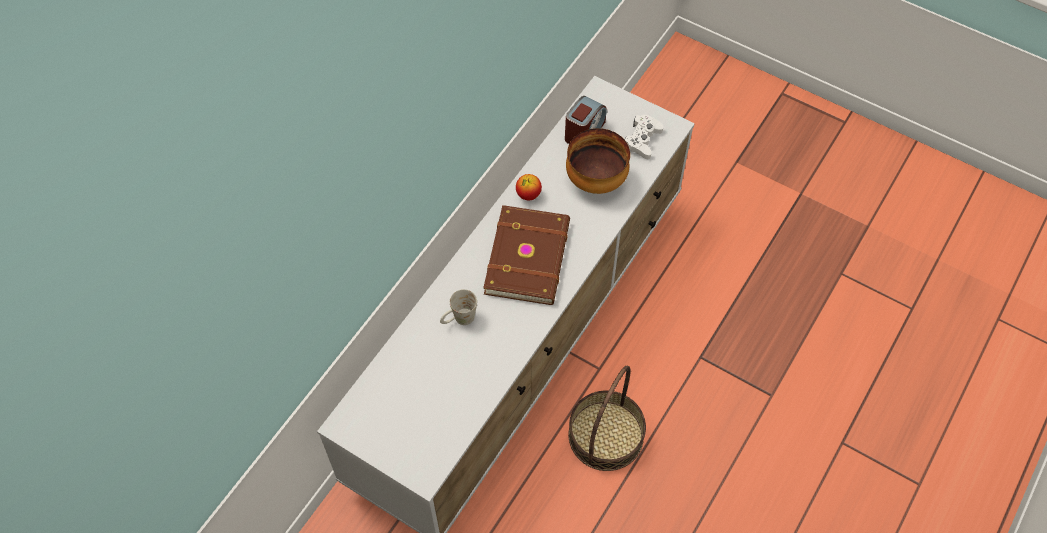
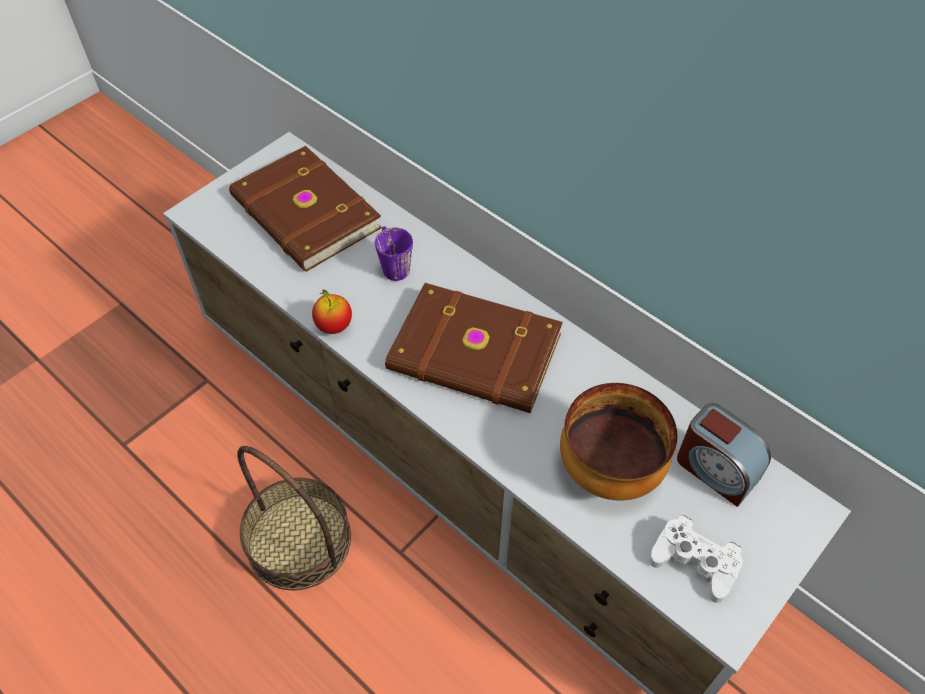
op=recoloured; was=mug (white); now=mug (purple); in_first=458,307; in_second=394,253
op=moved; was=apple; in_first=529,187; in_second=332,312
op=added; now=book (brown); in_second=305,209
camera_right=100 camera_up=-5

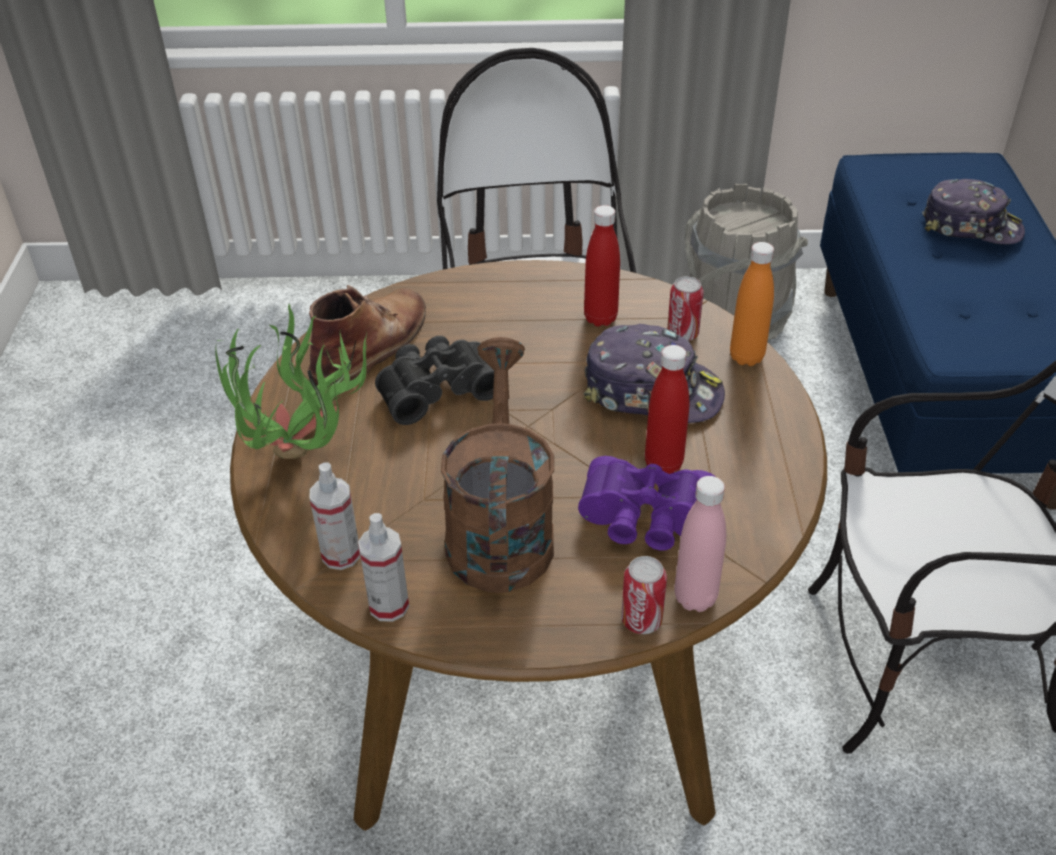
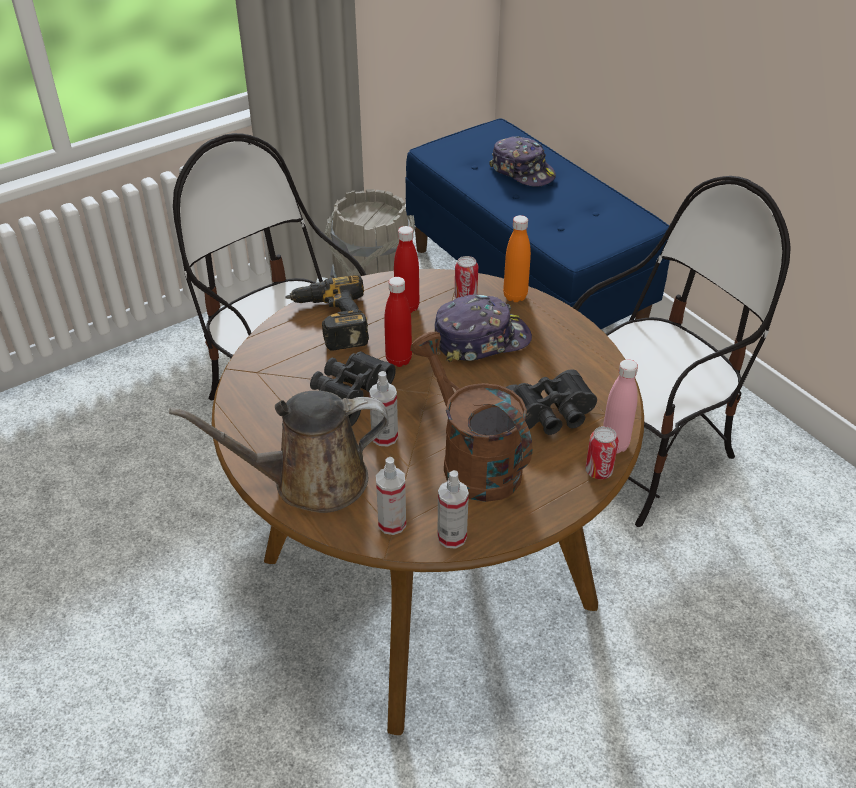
op=replaced; was=potted plant; now=watering can (brown); in_first=291,381; in_second=279,452
op=removed; was=boot (brown); in_first=367,336
op=recoloured; was=binoculars (purple); now=binoculars (black); in_first=647,503; in_second=551,402
op=moved; was=bottle (red); in_first=667,409; in_second=398,322
op=turned; was=cap; in_first=973,212; in_second=522,161; clockwise=60
op=added; now=power drill; in_second=327,312
op=added; now=spray bottle; in_second=383,408
camera_right=-35 camera_up=0

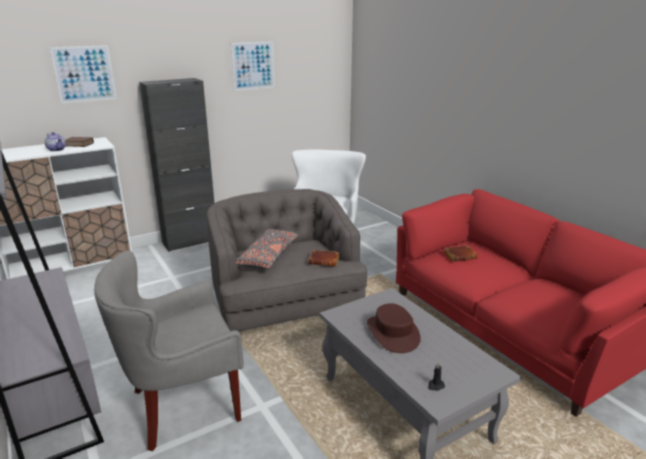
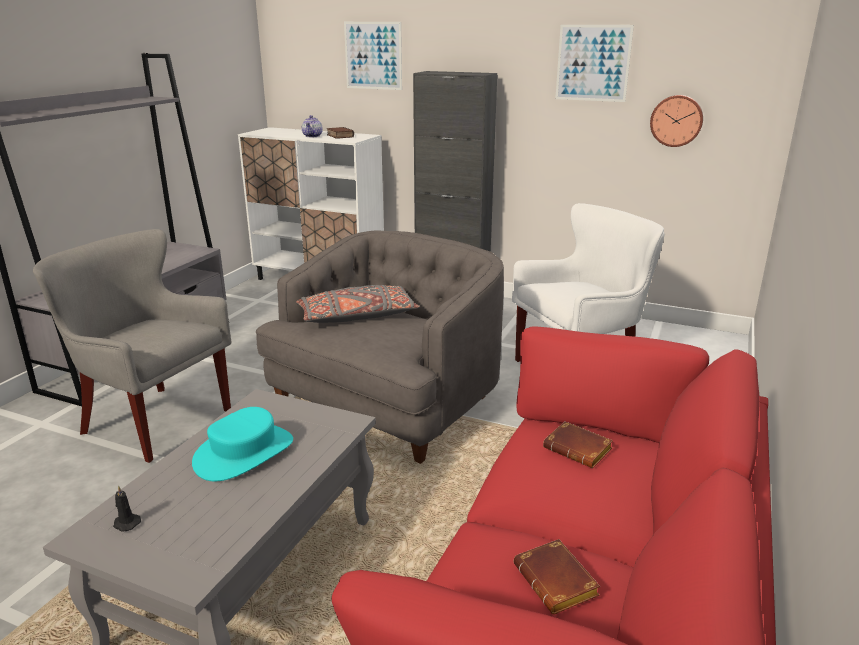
op=moved; was=book (brown); in_first=324,258; in_second=557,576
op=recoloured; was=hat (brown); now=hat (turquoise); in_first=394,328; in_second=242,444
op=added; now=wall clock; in_second=676,121
camera_right=55 camera_up=0

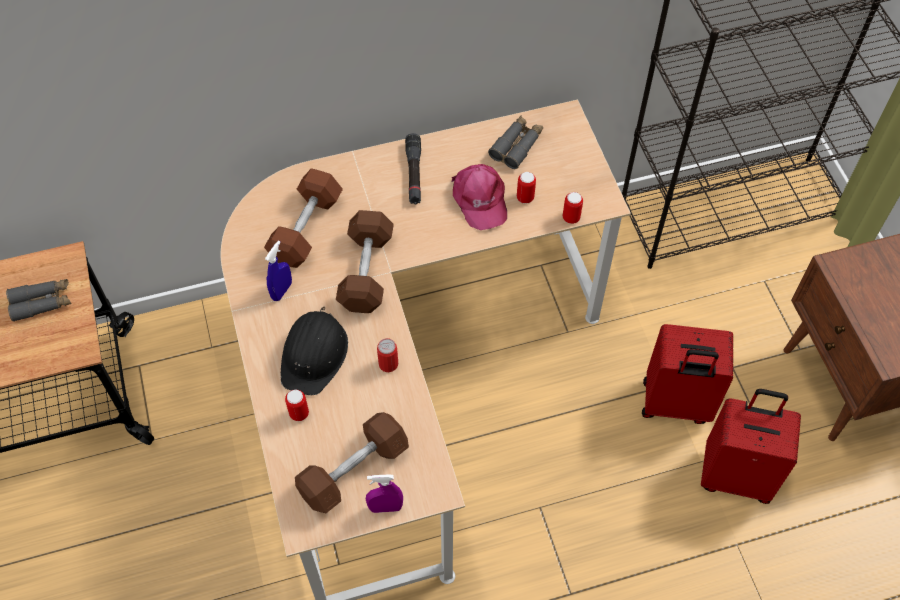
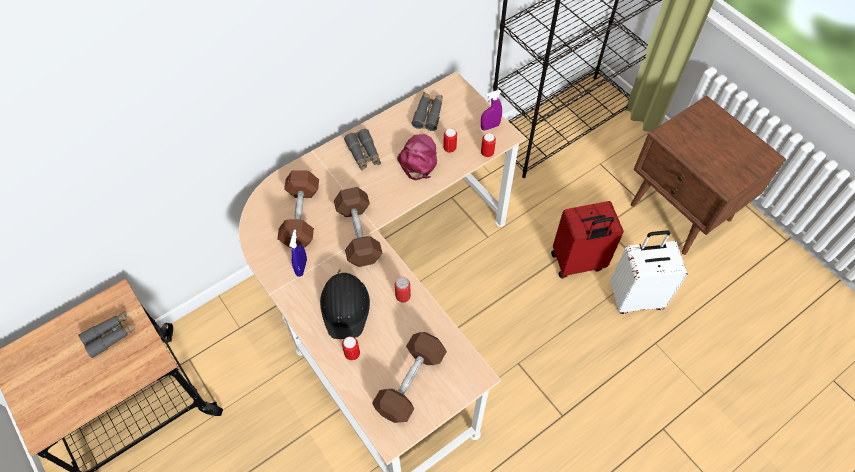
op=moved; was=spray bottle (purple); in_first=384,494; in_second=491,110
op=replaced; was=flashlight (black); now=binoculars (grey); in_first=413,168; in_second=362,150
op=turned; was=cap (pink); in_first=479,197; in_second=417,157; clockwise=-135
op=recoloured; was=suitcase (red); now=suitcase (white); in_first=751,446; in_second=649,272
camera_right=-20 camera_up=0

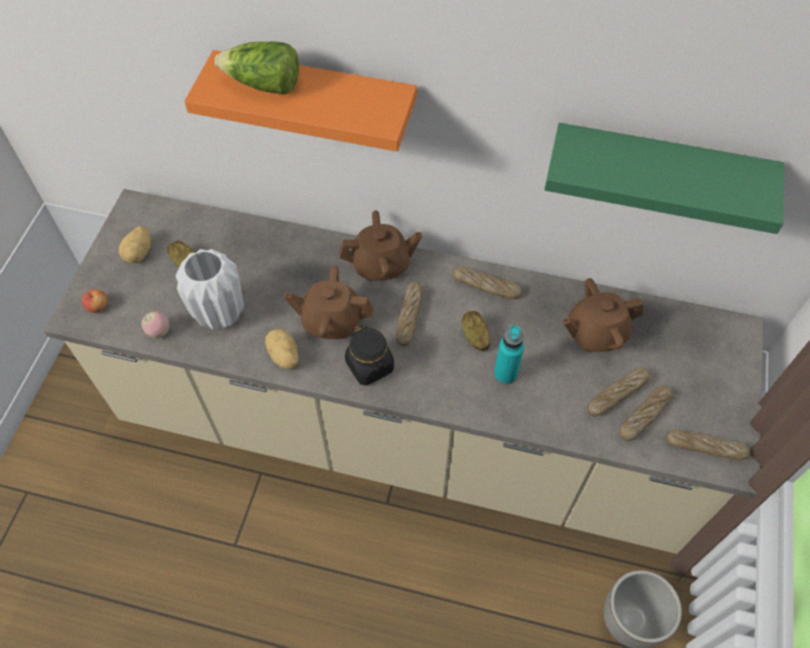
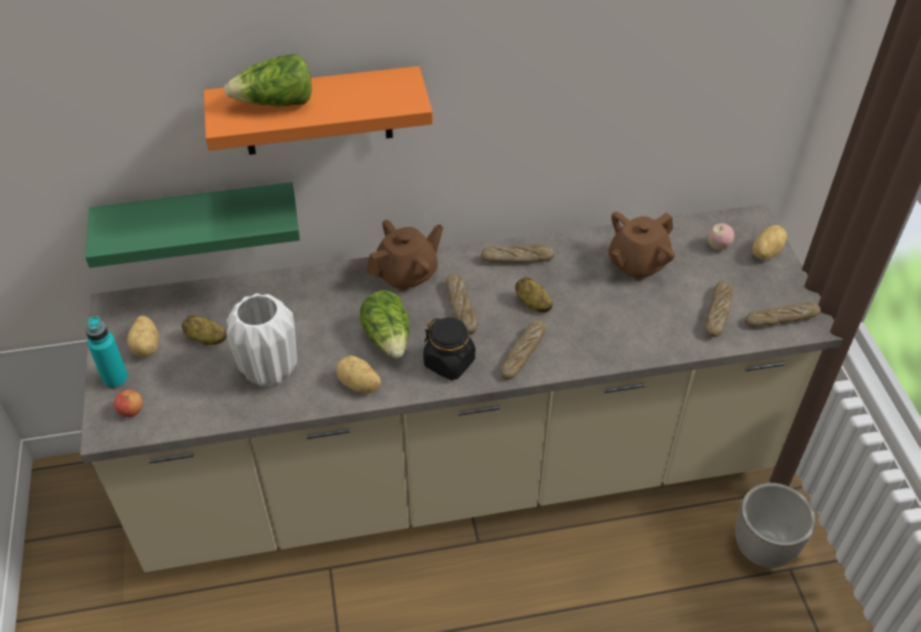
op=moved; was=apple; in_first=155,325; in_second=721,236
op=replaced; was=teapot (brown); now=lettuce; in_first=328,302; in_second=384,324
op=moved; was=bottle (turquoise); in_first=509,354; in_second=107,352
op=moved; was=shelf (green); in_first=664,178; in_second=192,225
op=moved; was=bread; in_first=618,391; in_second=523,350
op=added; now=potato; in_second=769,242
camera_right=-25 camera_up=-10

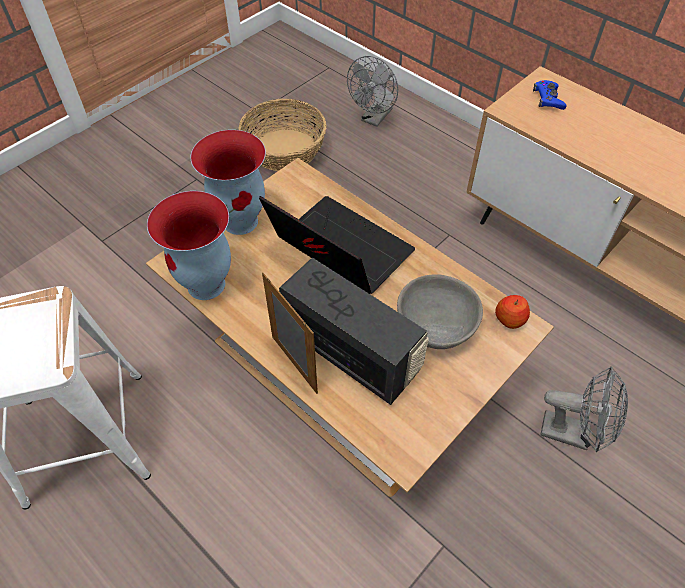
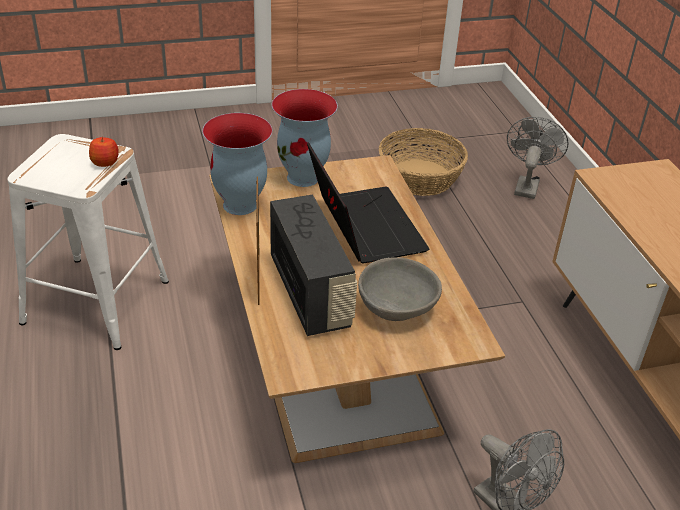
op=turned; was=fan (grey); in_first=372,91; in_second=537,158; clockwise=135
op=moved; was=apple; in_first=512,312; in_second=104,152
op=removed; was=game controller (blue); in_first=550,95
camera_right=30 camera_up=-15

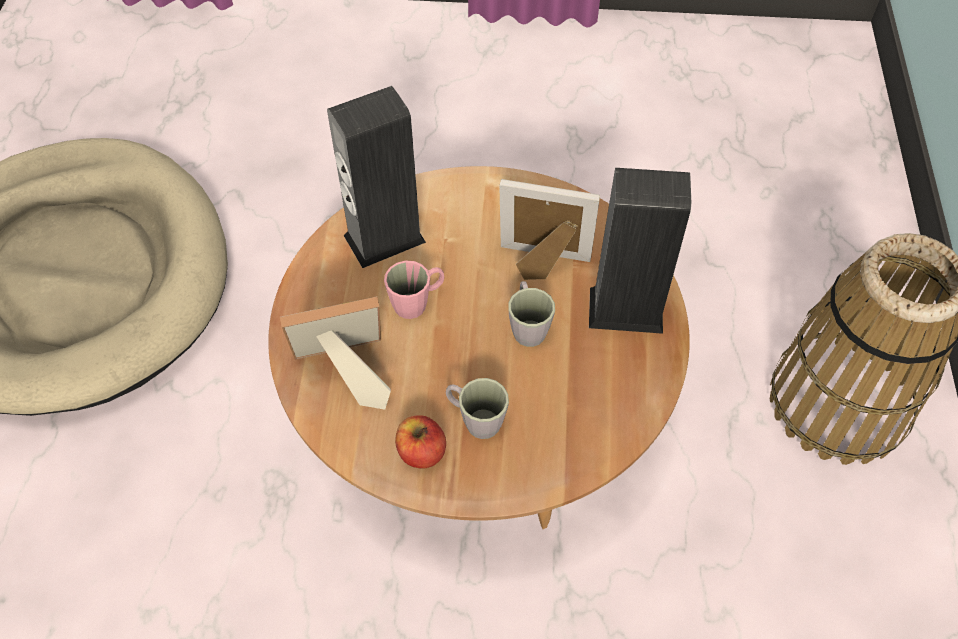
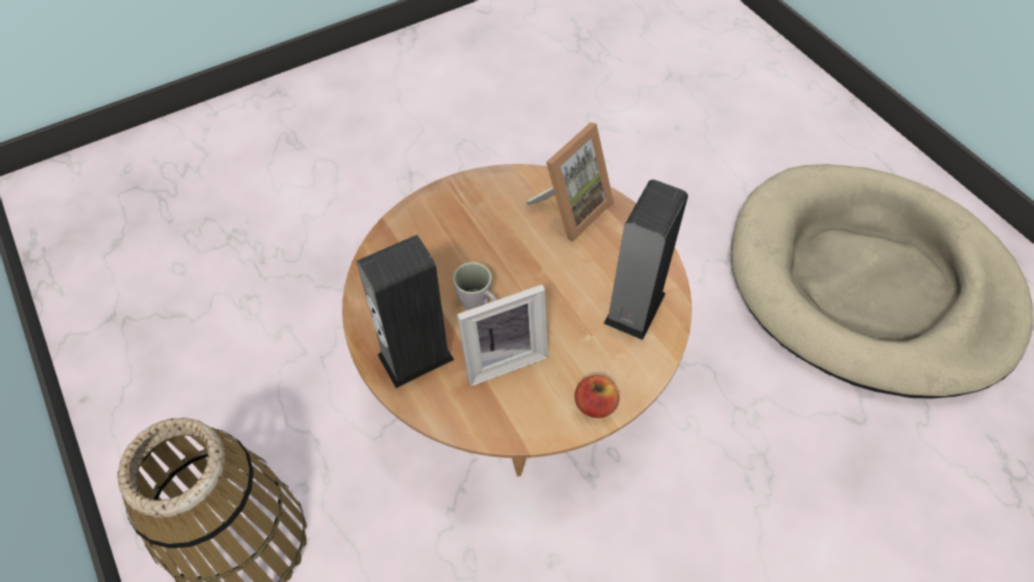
op=removed; was=mug (pink); in_first=414,289
op=moved; was=apple; in_first=420,441; in_second=597,396
op=removed; was=mug (grey); in_first=477,408
camera_right=145 camera_up=0

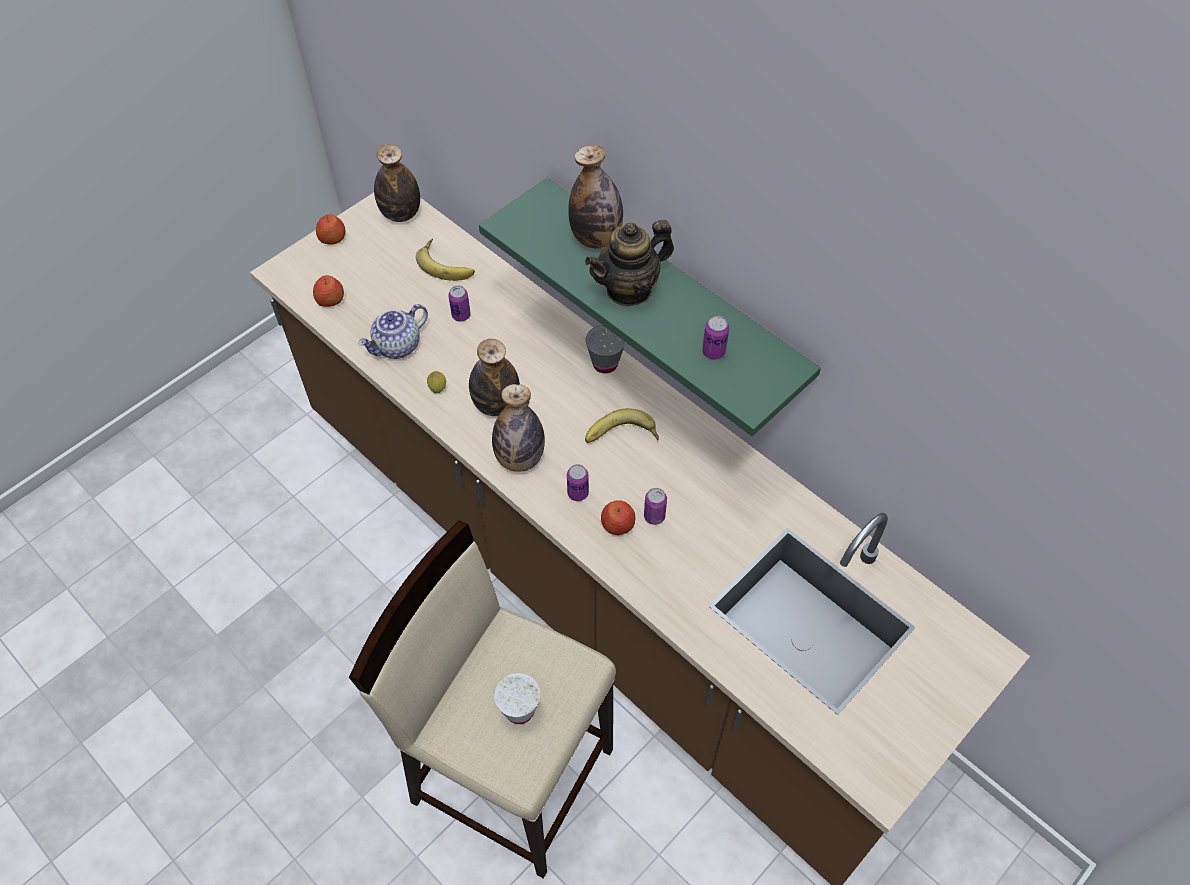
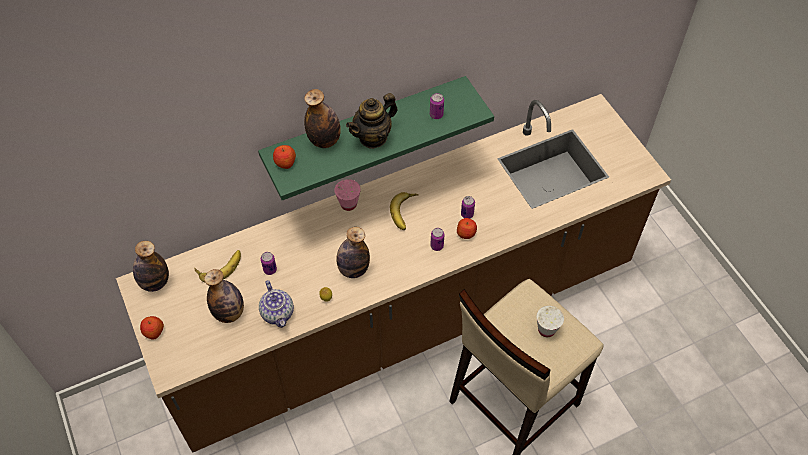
op=moved; was=apple; in_first=328,291; in_second=284,157
op=moved; was=bottle; in_first=518,428; in_second=224,296
op=turned; was=teapot; in_first=629,263; in_second=372,121; clockwise=60
op=recoloured; was=cup (grey); now=cup (pink); in_first=605,349; in_second=347,195
camera_right=-70 camera_up=0

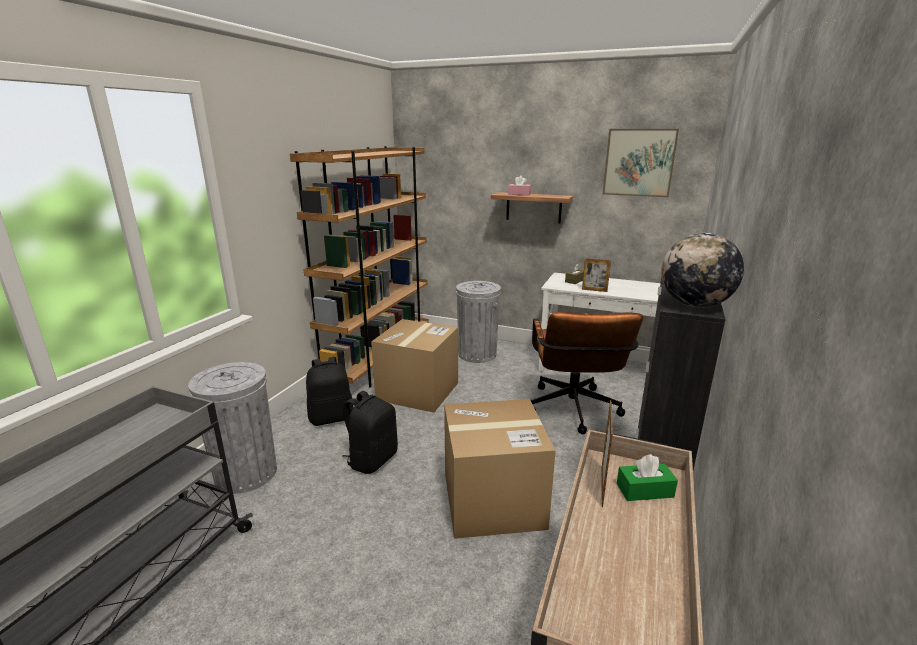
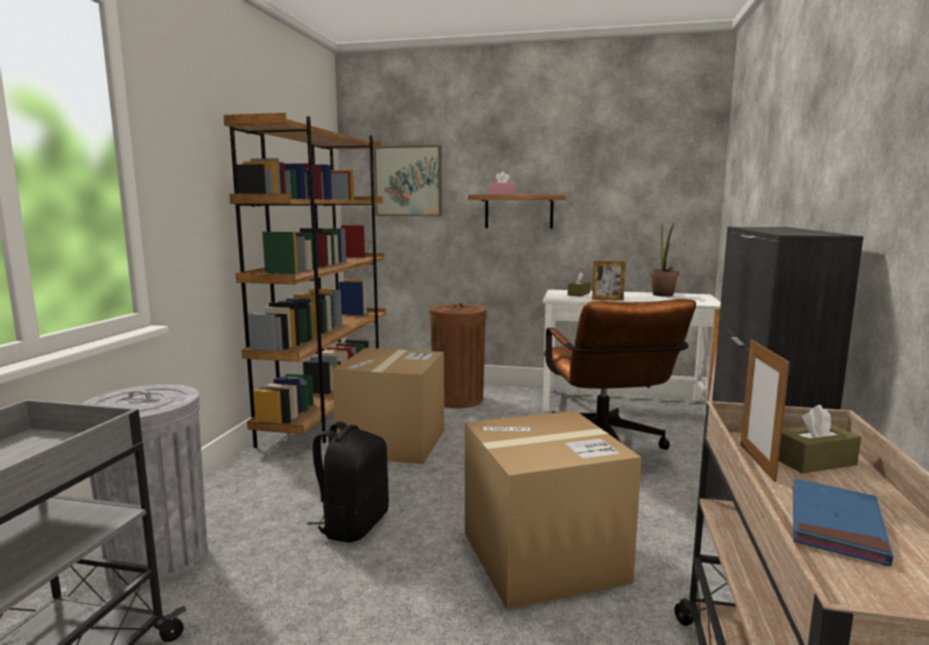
op=removed; was=backpack (black); in_first=330,391
op=recoloured; was=trash can (grey); now=trash can (brown); in_first=478,322; in_second=458,355
op=moved; was=picture; in_first=641,163; in_second=408,180
op=recoloured; was=tissue box (green); now=tissue box (brown); in_first=647,477; in_second=820,439
op=removed; was=globe; in_first=702,270
op=added; now=potted plant; in_second=664,259
op=added; now=book (blue); in_second=843,522
camera_right=-10 camera_up=-10

